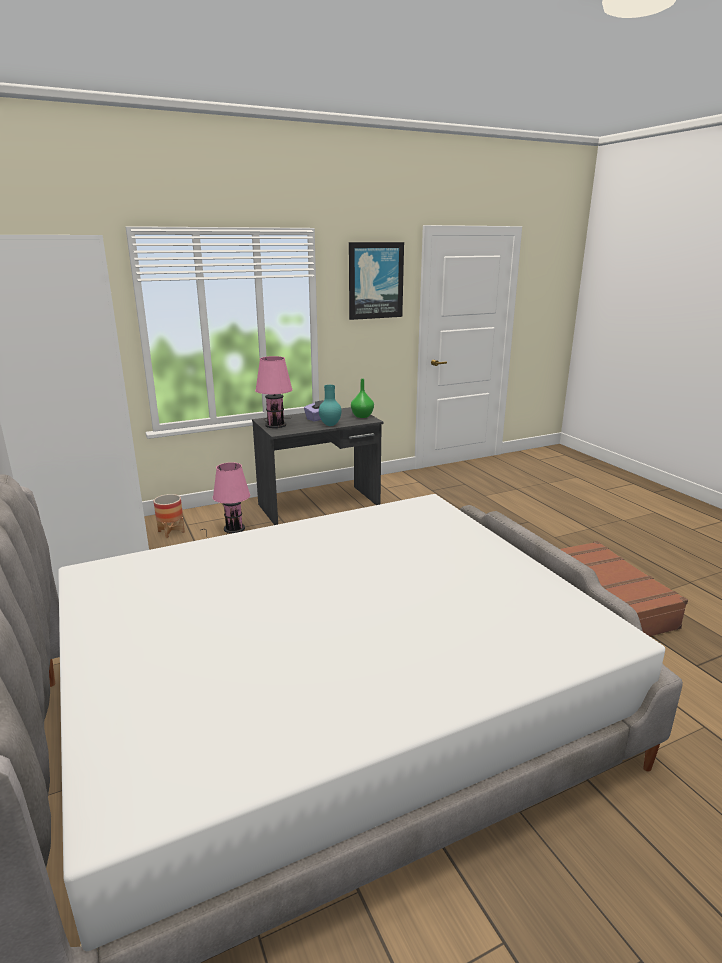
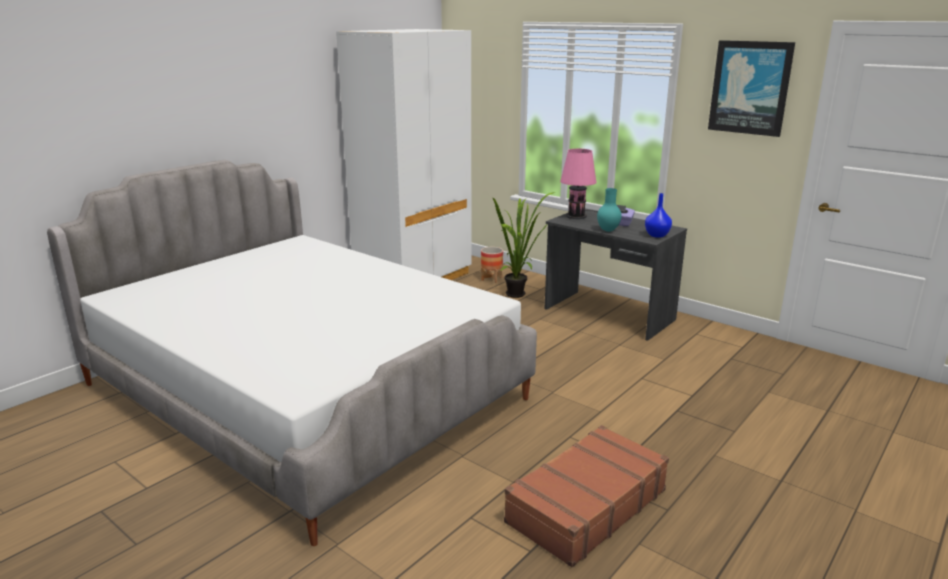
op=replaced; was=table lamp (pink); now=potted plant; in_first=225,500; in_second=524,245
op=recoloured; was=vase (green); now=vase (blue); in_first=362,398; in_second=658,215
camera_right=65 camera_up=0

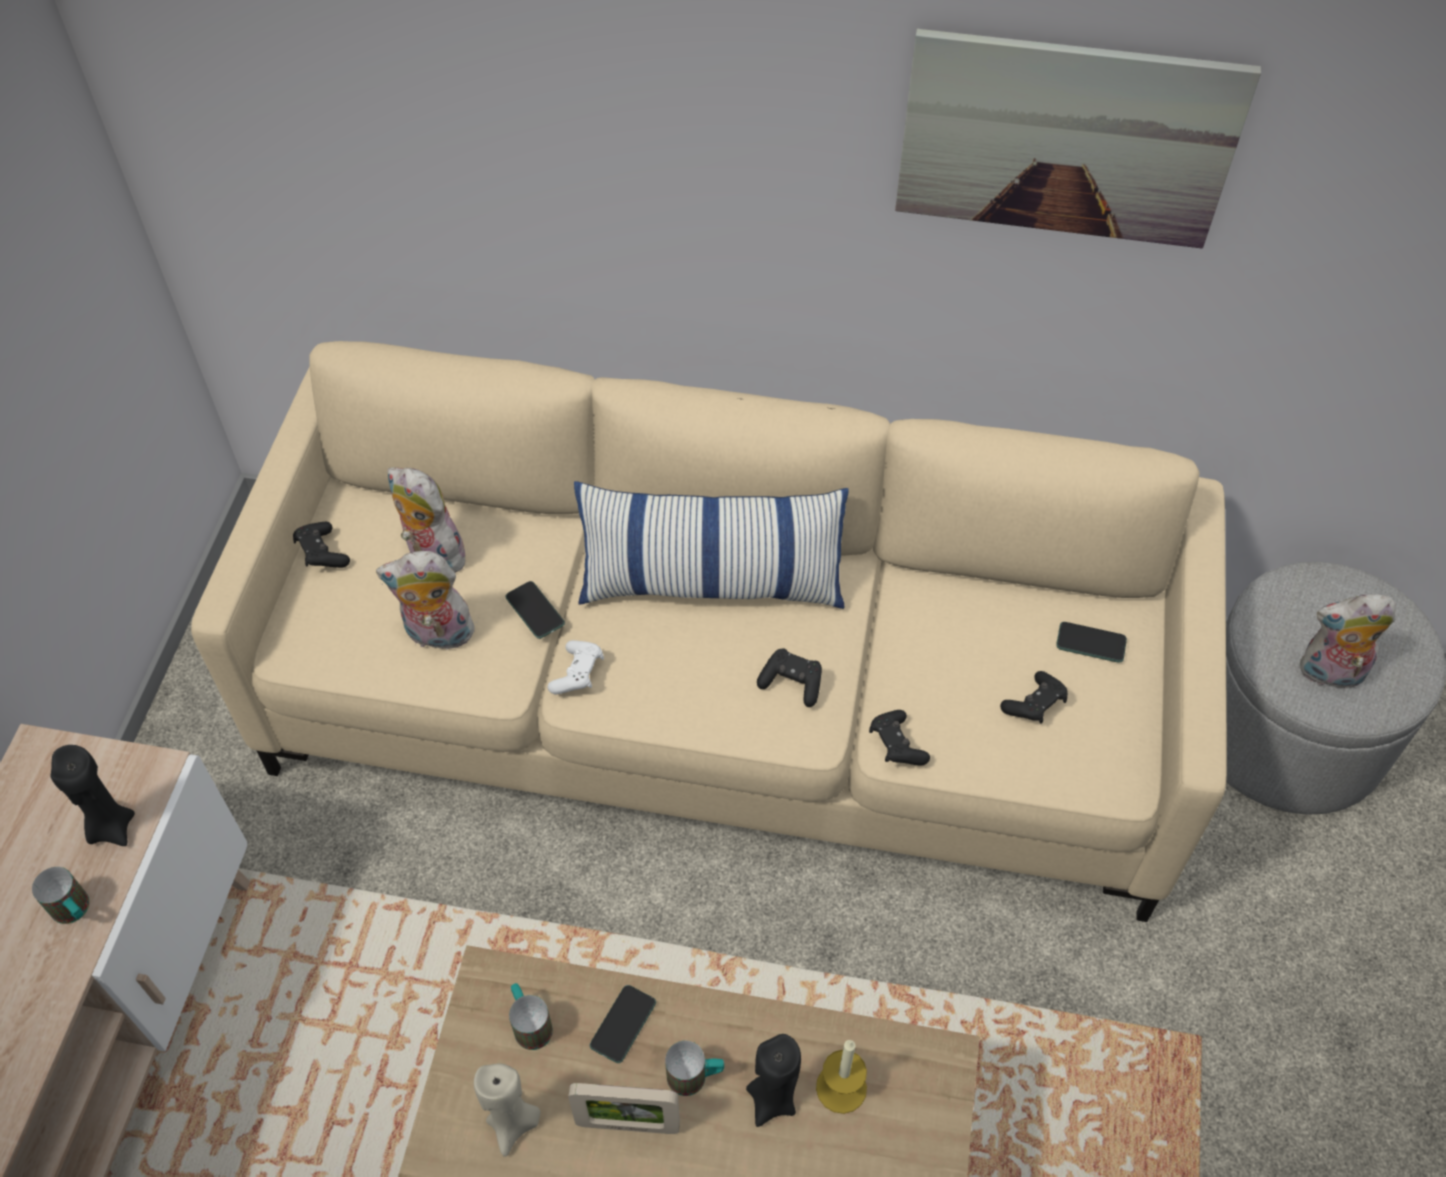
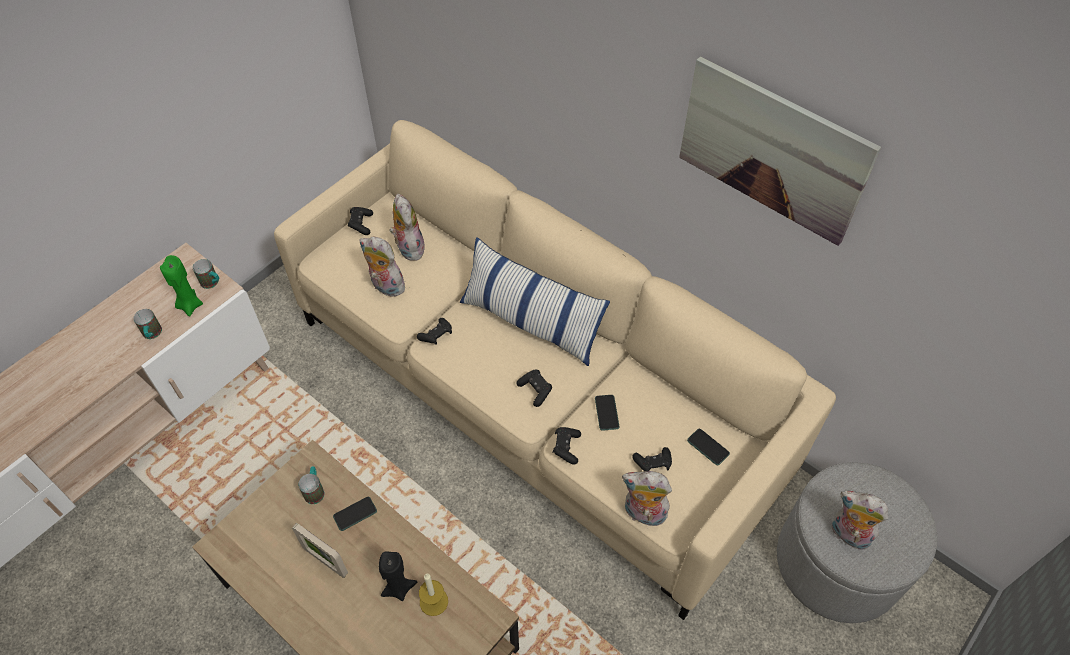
op=recoloured; was=candle (black); now=candle (green); in_first=92,795; in_second=181,286
op=removed; was=candle (beige); in_first=507,1110
op=moved; was=phone; in_first=535,610; in_second=607,413
op=recoloured; was=game controller (white); now=game controller (black); in_first=576,667; in_second=434,331
op=moved; was=mug; in_first=694,1068; in_second=206,274
op=added; now=plush toy; in_second=647,498
camera_right=30 camera_up=0

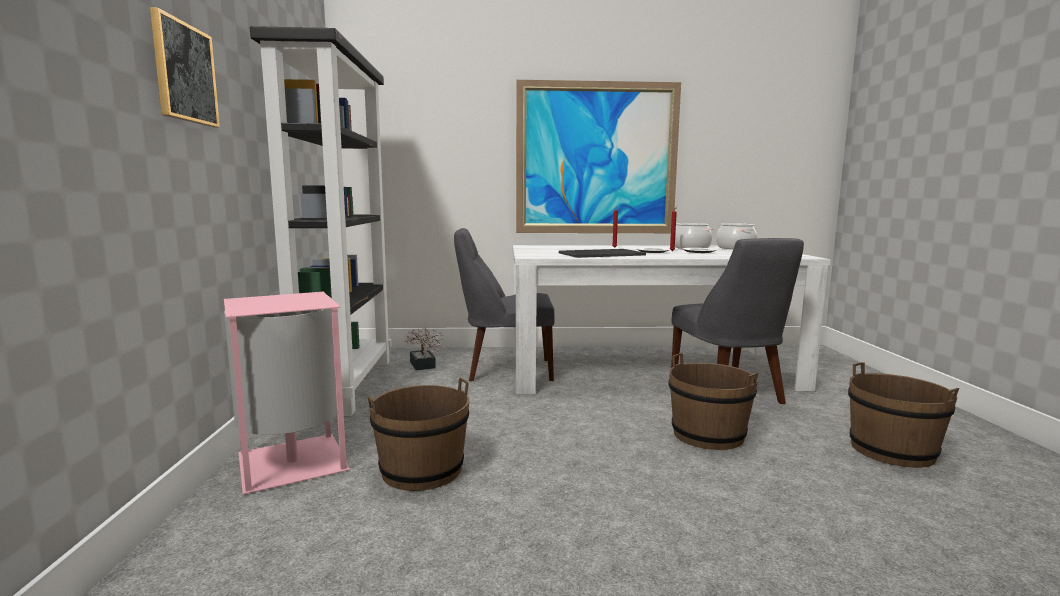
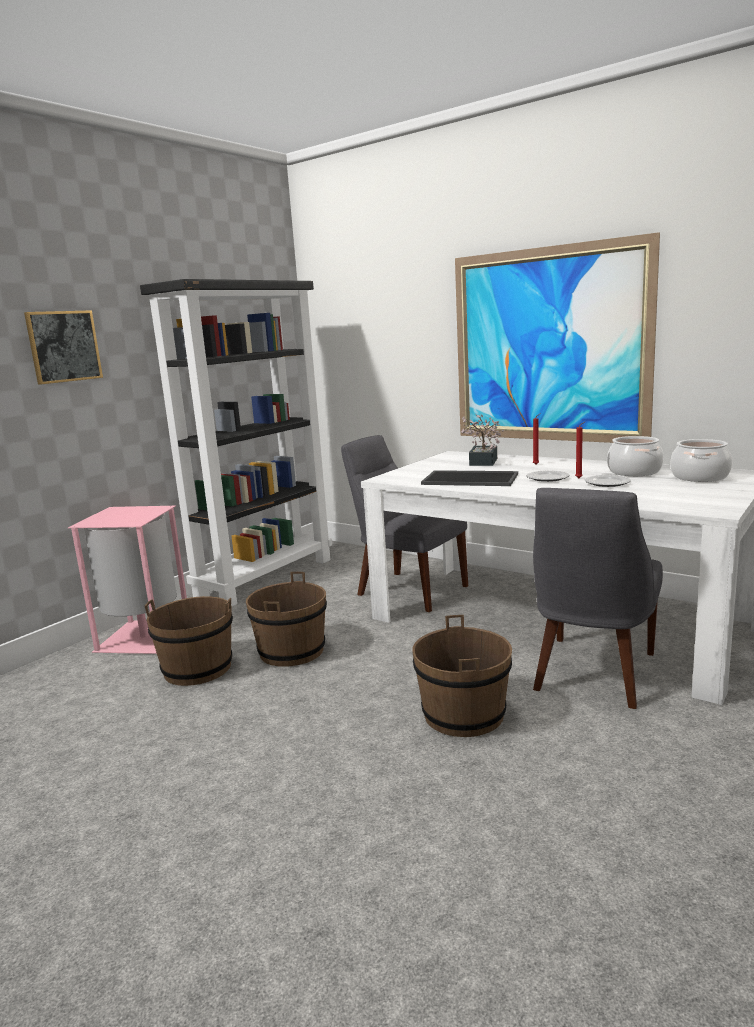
op=moved; was=potted plant; in_first=424,348; in_second=482,440
op=moved; was=bucket (brown); in_first=903,415; in_second=286,619
camera_right=40 camera_up=5

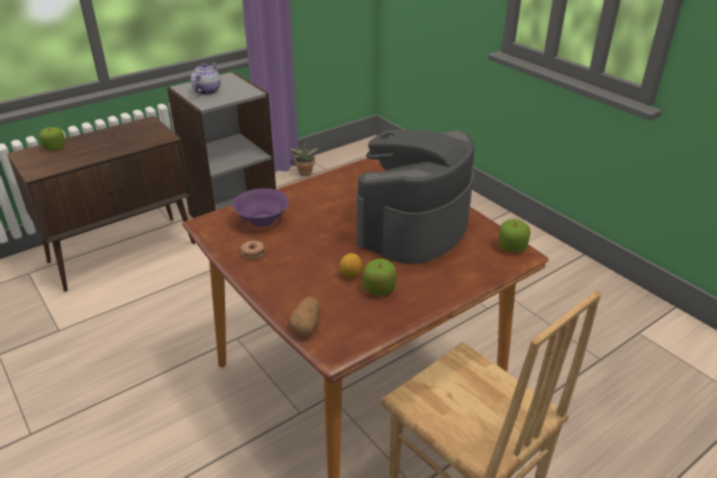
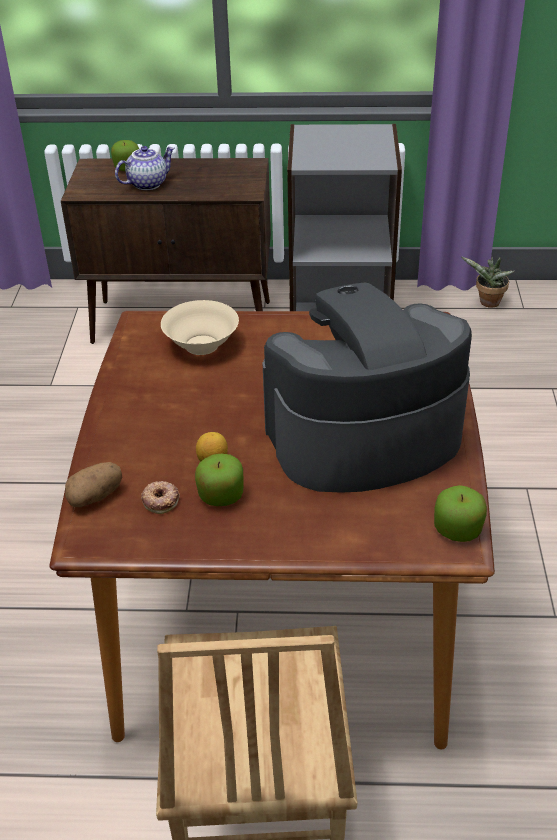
op=moved; was=teapot; in_first=206,79; in_second=145,168
op=recoloured; was=bowl (purple); now=bowl (beige); in_first=260,207; in_second=200,327
op=moved; was=donut; in_first=253,250; in_second=160,497
camera_right=40 camera_up=5

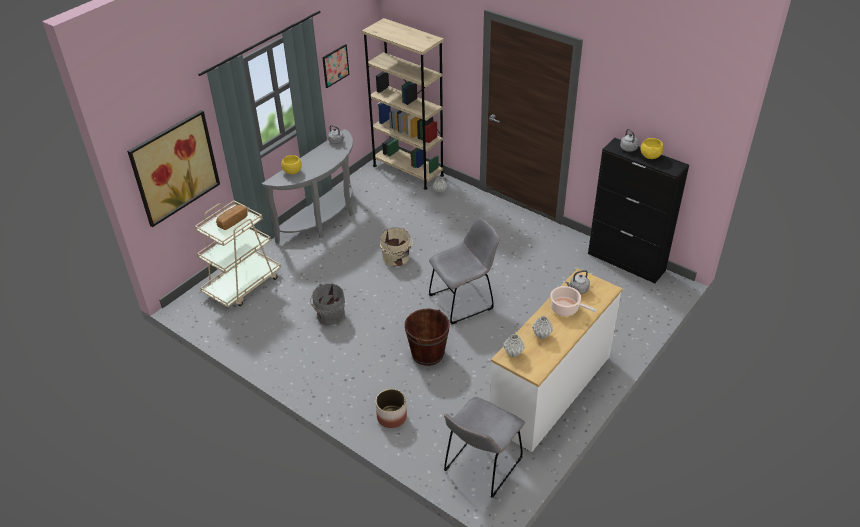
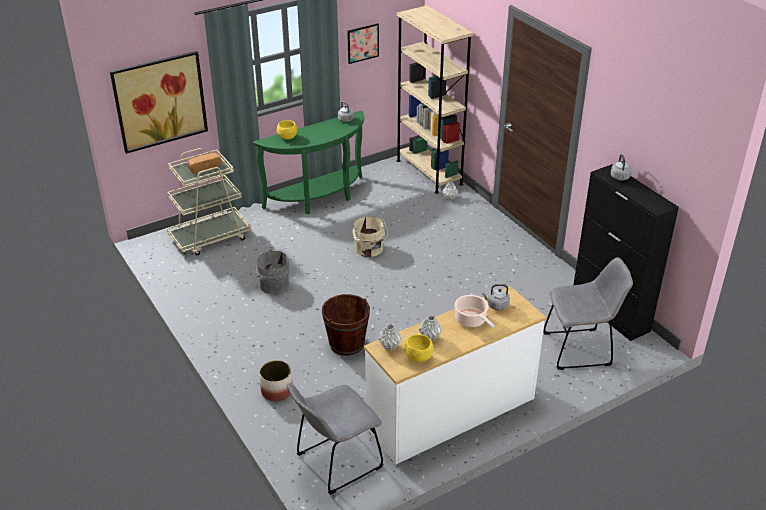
op=recoloured; was=console table (grey); now=console table (green); in_first=307,186; in_second=308,162
op=moved; was=chair (grey); in_first=464,271; in_second=588,313
op=moved; was=bowl (yellow); in_first=652,148; in_second=419,348
camera_right=20 camera_up=-5

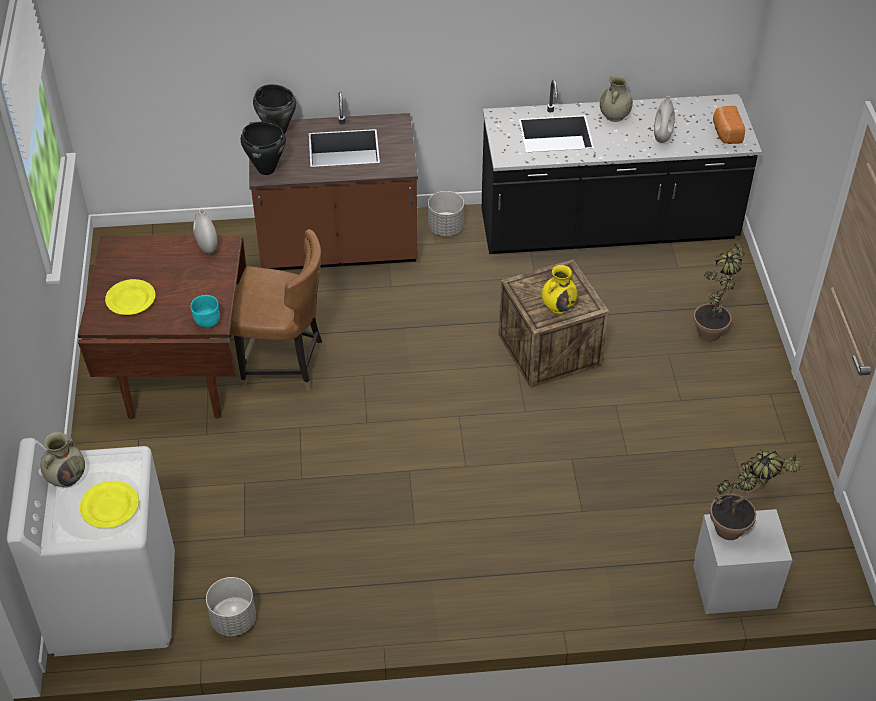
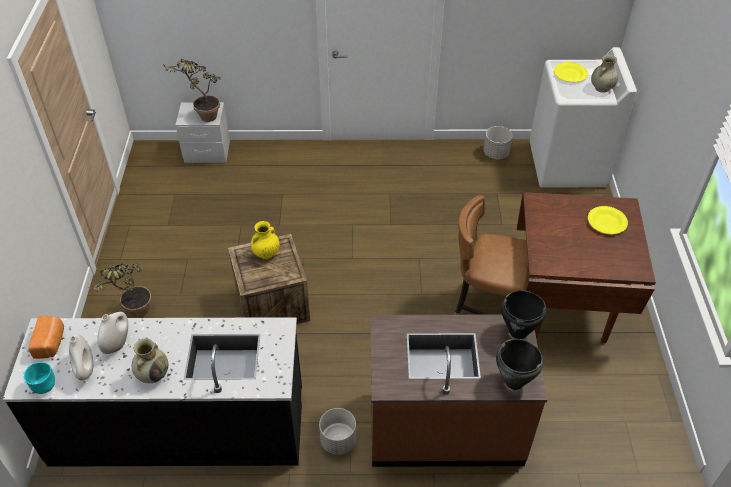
op=moved; was=bowl (turquoise); in_first=205,311; in_second=39,378
op=moved; was=vase (white); in_first=205,231; in_second=81,357
camera_right=-175 camera_up=0

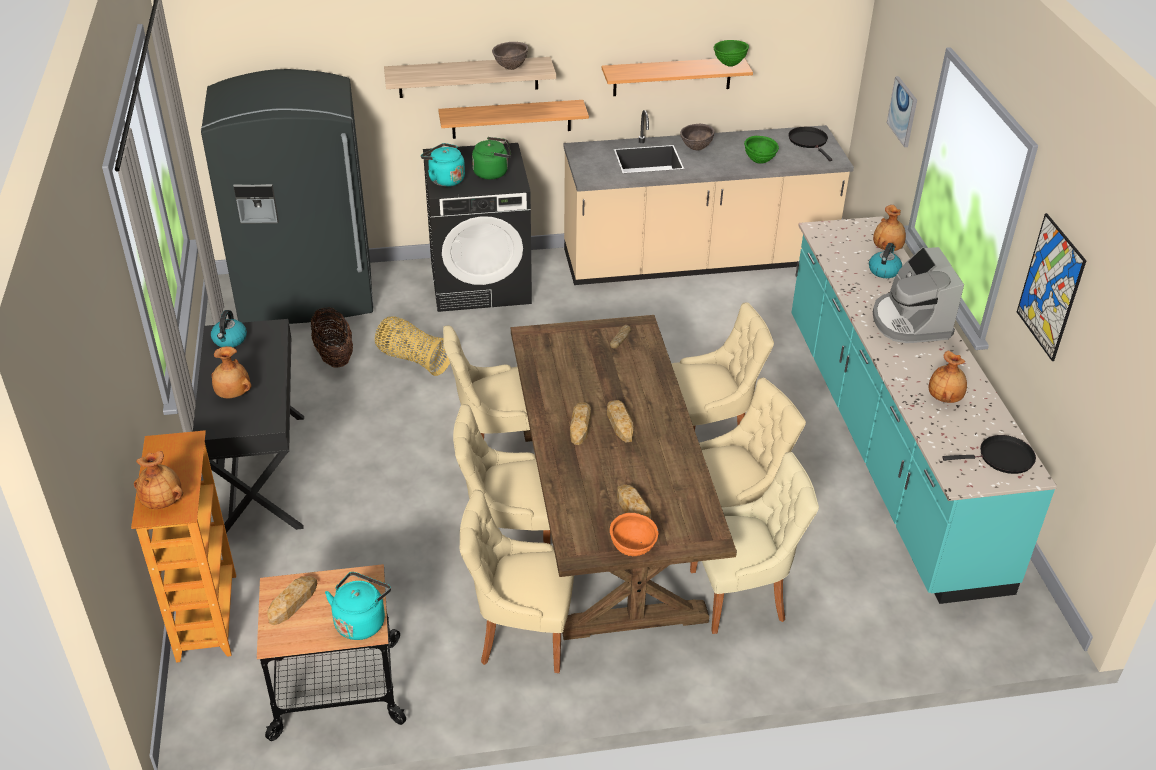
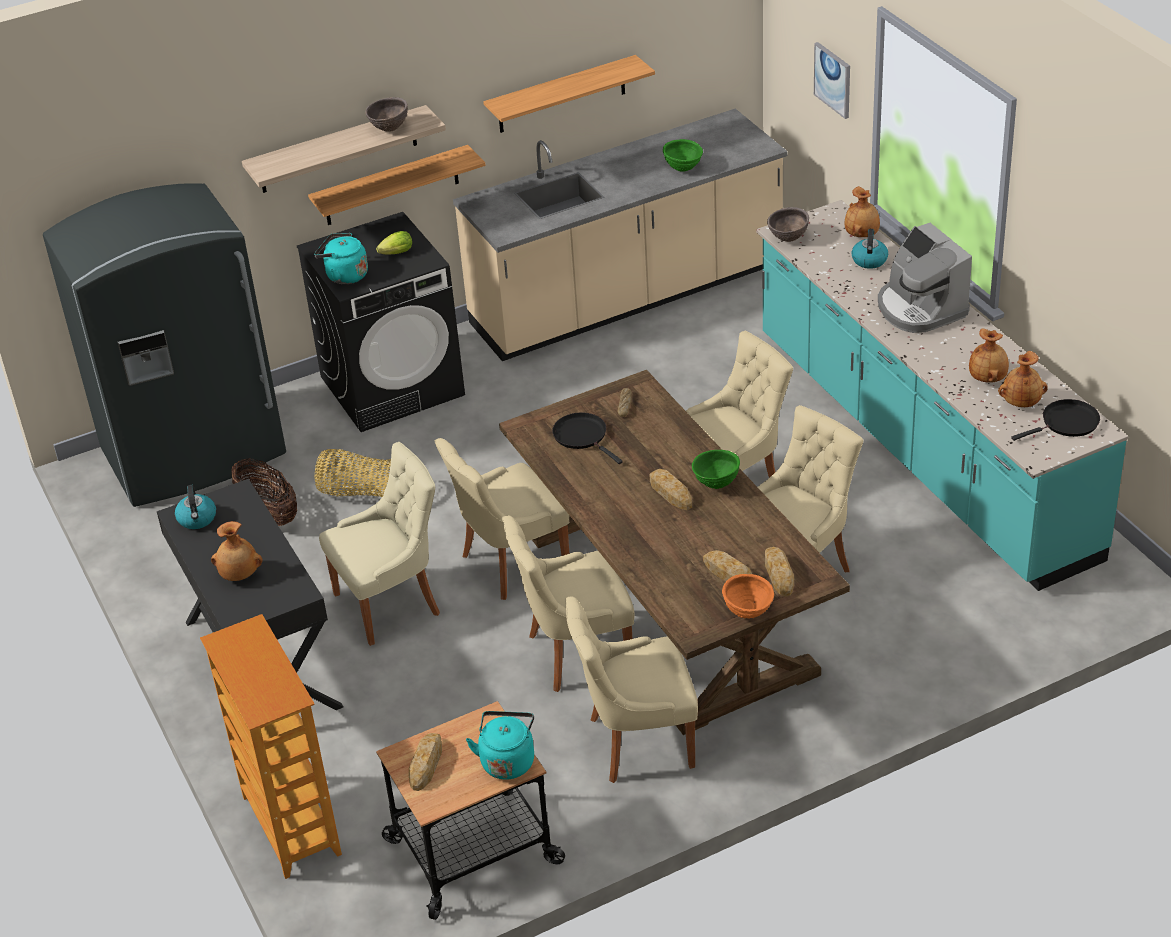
op=moved; was=vase (brown); in_first=158,480; in_second=1023,379
op=replaced; was=kettle (green); now=lettuce; in_first=491,158; in_second=394,243
op=moved; was=bread; in_first=580,423; in_second=779,572
op=moved; was=bowl (brown); in_first=697,137; in_second=788,224
op=moved; was=chair (beige); in_first=754,543; in_second=379,544
op=moved; was=bowl (green); in_first=731,53; in_second=716,469
op=moved; was=frying pan (black); in_first=810,144; in_second=587,438
op=removed; was=picture; in_first=1051,287
camera_right=-15 camera_up=0

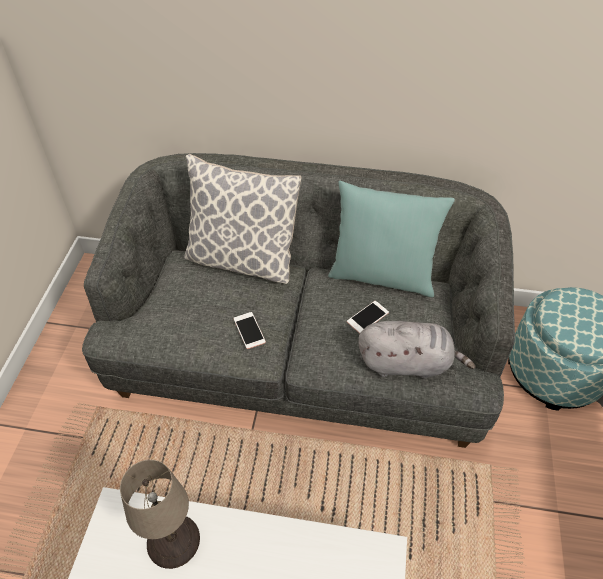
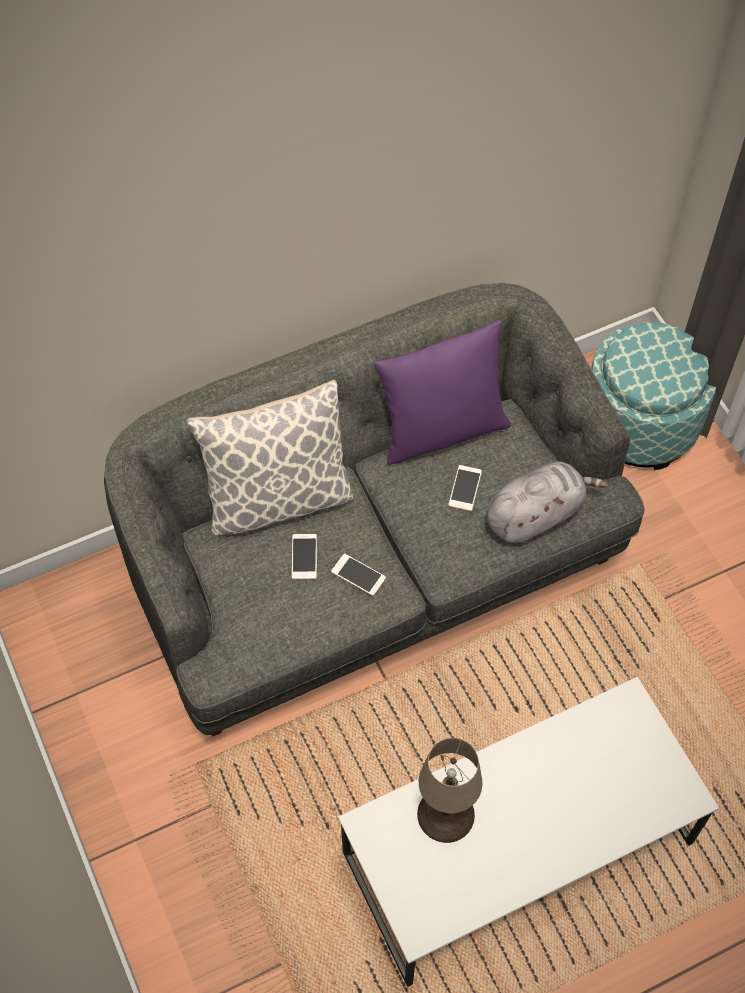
op=recoloured; was=pillow (turquoise); now=pillow (purple); in_first=391,239; in_second=442,392
op=added; now=phone; in_second=304,556
camera_right=-35 camera_up=10

